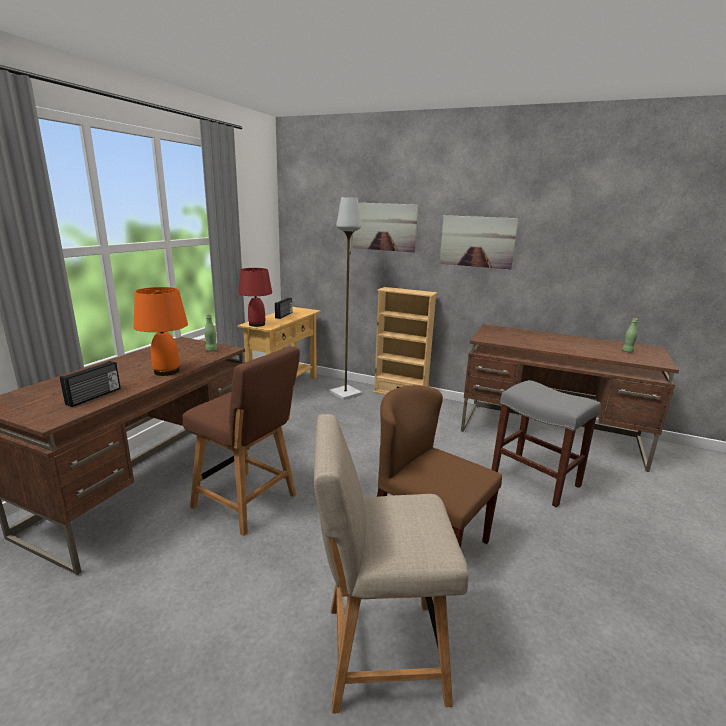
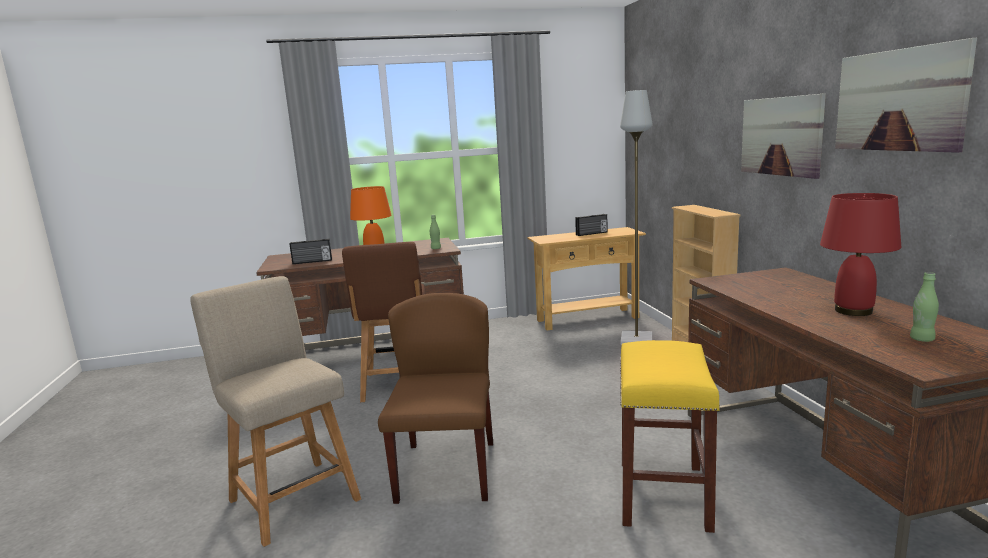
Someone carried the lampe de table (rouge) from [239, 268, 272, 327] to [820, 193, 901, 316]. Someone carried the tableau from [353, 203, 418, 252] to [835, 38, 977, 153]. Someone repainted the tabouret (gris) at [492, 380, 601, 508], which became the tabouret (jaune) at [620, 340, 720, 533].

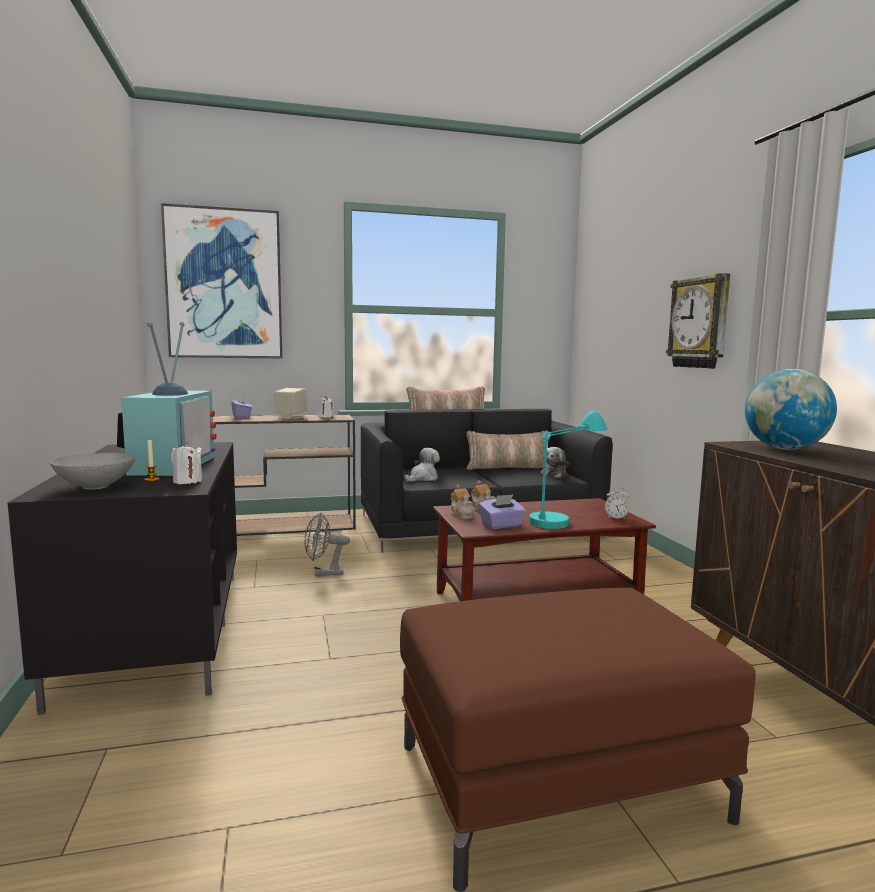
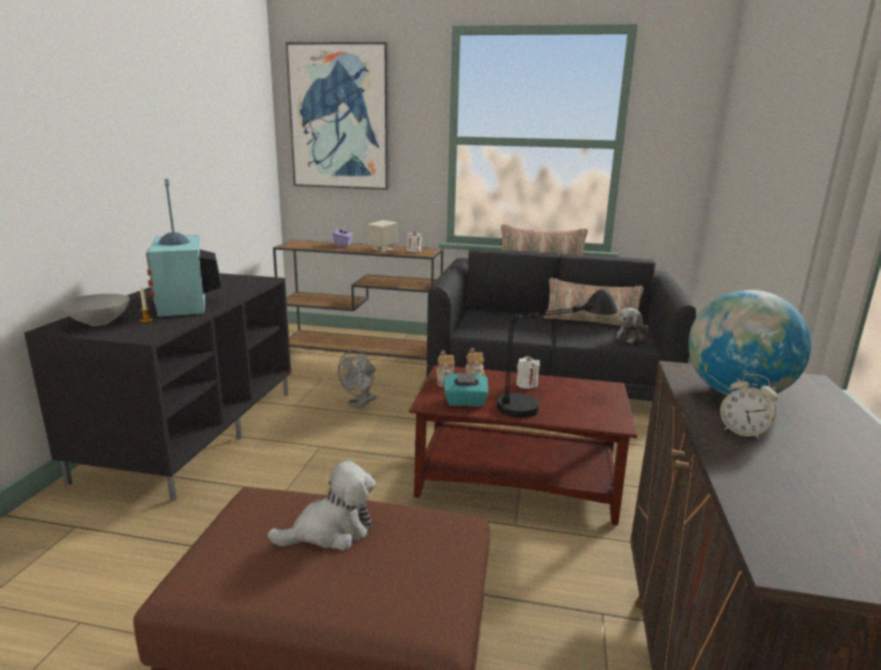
Someone took away the horloge murale at [666, 273, 730, 369]. Someone carried the bougie (blanc) from [171, 442, 202, 484] to [516, 356, 540, 389]. Someone carried the peluche from [404, 448, 440, 482] to [267, 460, 376, 551]. Someone carried the réveil from [605, 487, 629, 519] to [720, 374, 779, 441]. Someone repainted the boîte à mouchoirs (violet) at [479, 494, 526, 529], which became the boîte à mouchoirs (turquoise) at [444, 372, 489, 407]. Someone repainted the lampe de table (turquoise) at [529, 411, 608, 529], which became the lampe de table (noir) at [497, 289, 618, 418]. Someone rotated the téléviseur at [117, 322, 217, 476] by 135 degrees clockwise. Someone rotated the ventilateur (gris) at [304, 512, 350, 576] by 75 degrees counterclockwise.

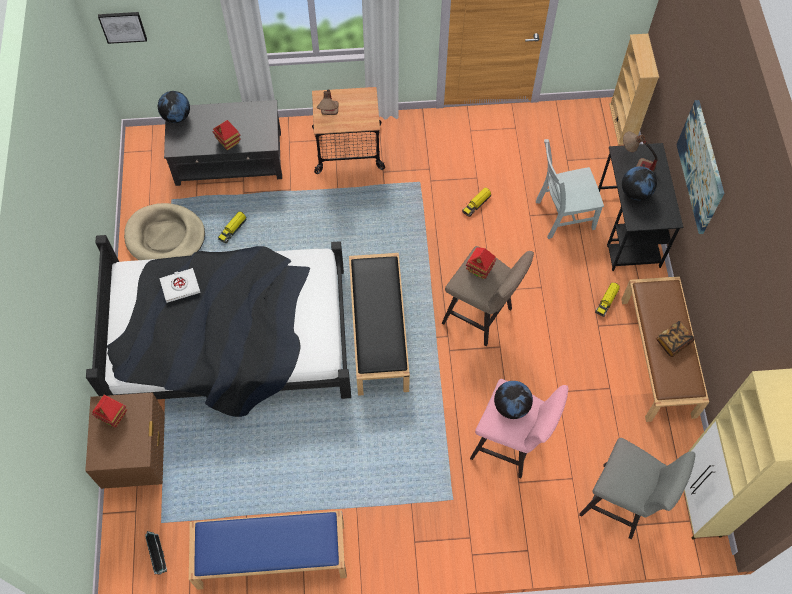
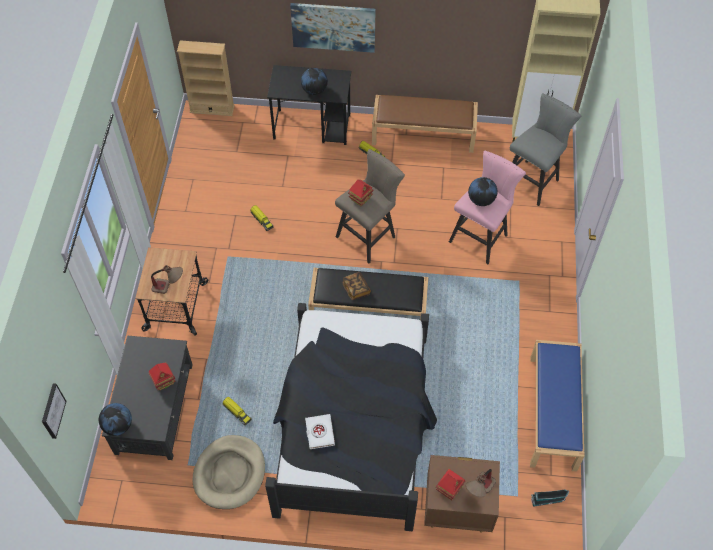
Someone took away the chaise (gris) at [536, 139, 604, 239]. Someone carried the lampe de table from [623, 131, 657, 172] to [466, 469, 496, 497]. Someone carried the livre from [656, 321, 694, 357] to [342, 272, 371, 300].

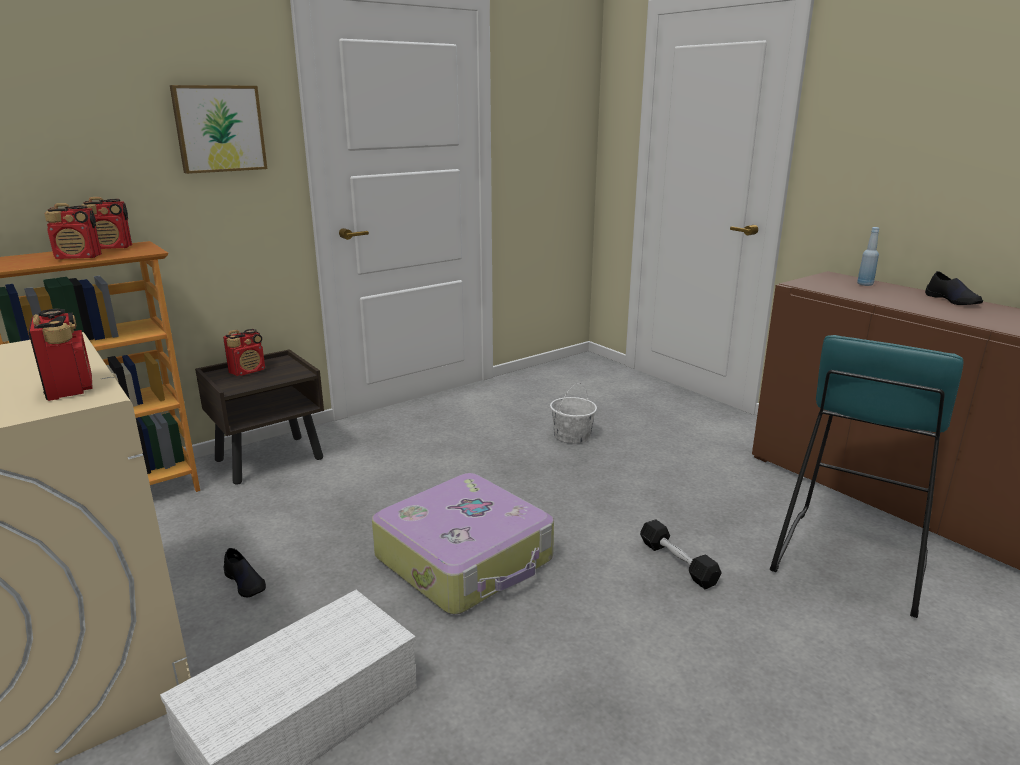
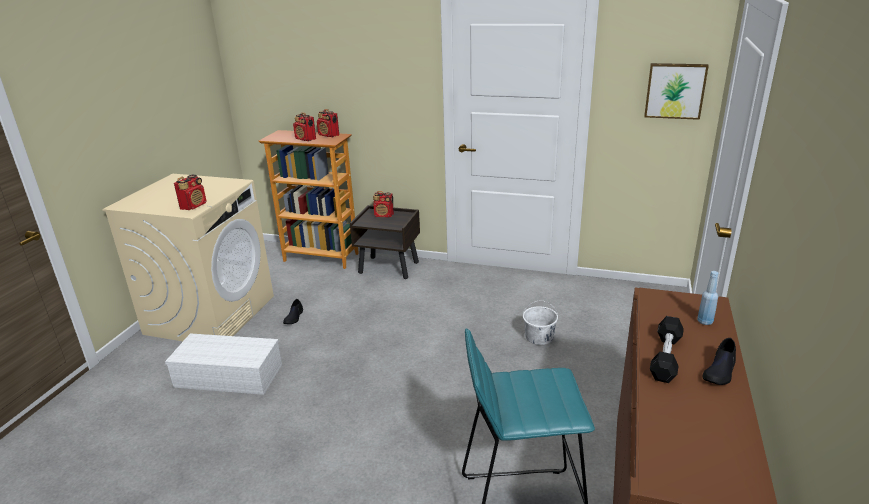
Someone took away the valise at [372, 473, 554, 614]. Someone carried the tableau from [170, 85, 267, 174] to [644, 63, 709, 120]. Someone carried the haltère (noir) from [640, 519, 722, 589] to [650, 316, 684, 383].

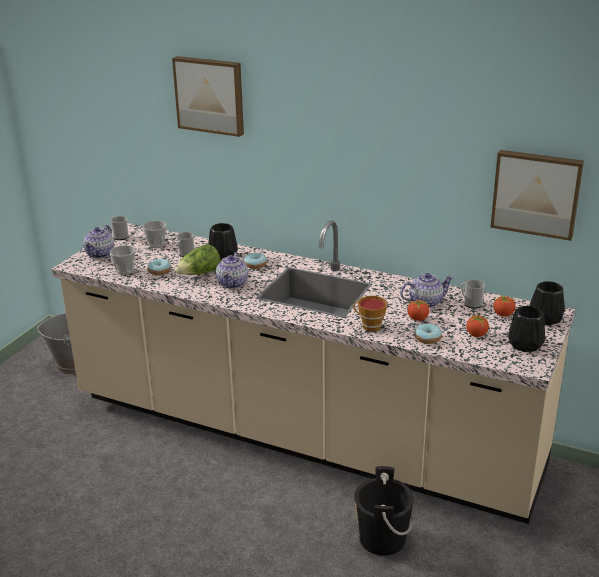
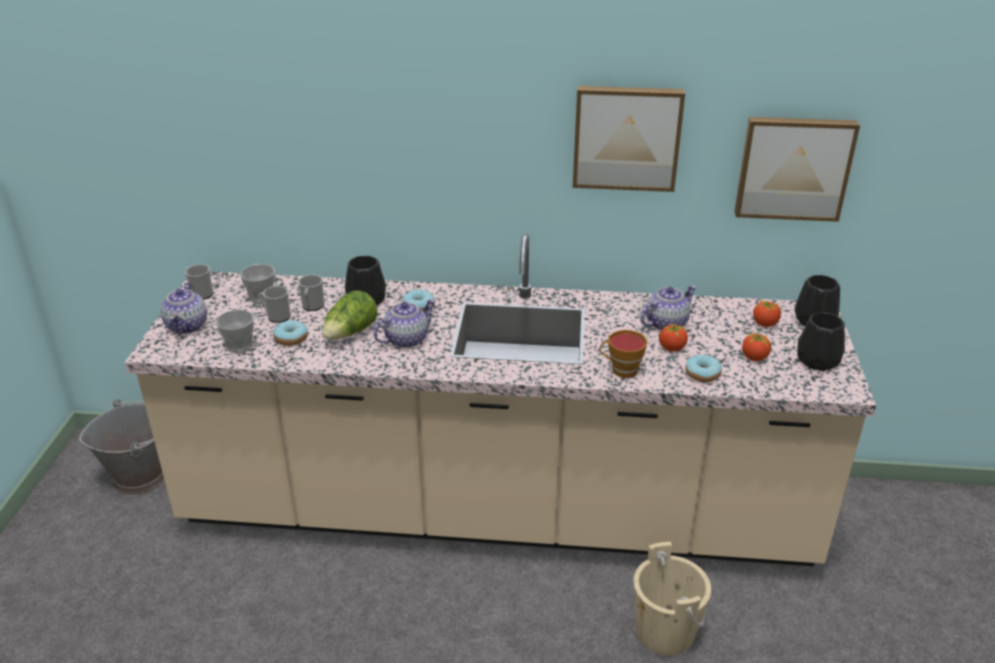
Someone carried the tableau from [172, 56, 244, 137] to [573, 86, 685, 192]. Someone carried the mug from [460, 280, 485, 309] to [258, 286, 291, 323]. Someone repainted the seau (noir) at [354, 466, 414, 556], which became the seau (beige) at [634, 542, 711, 655]. Someone rotated the théière at [216, 252, 248, 289] by 120 degrees counterclockwise.

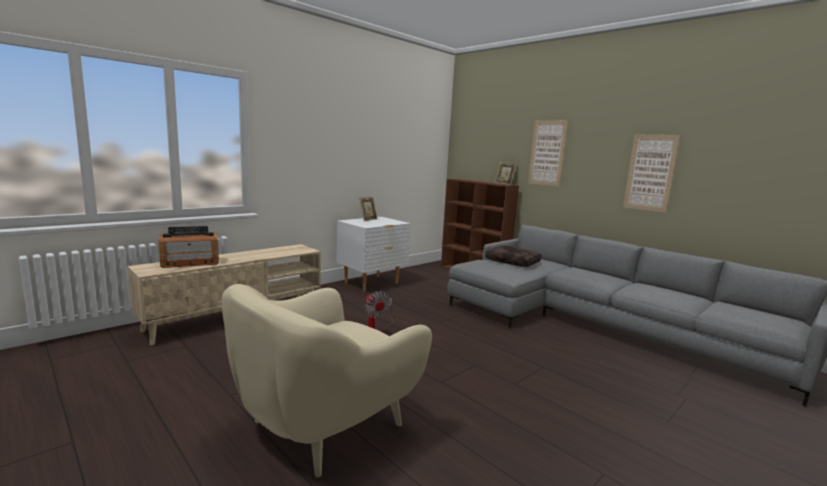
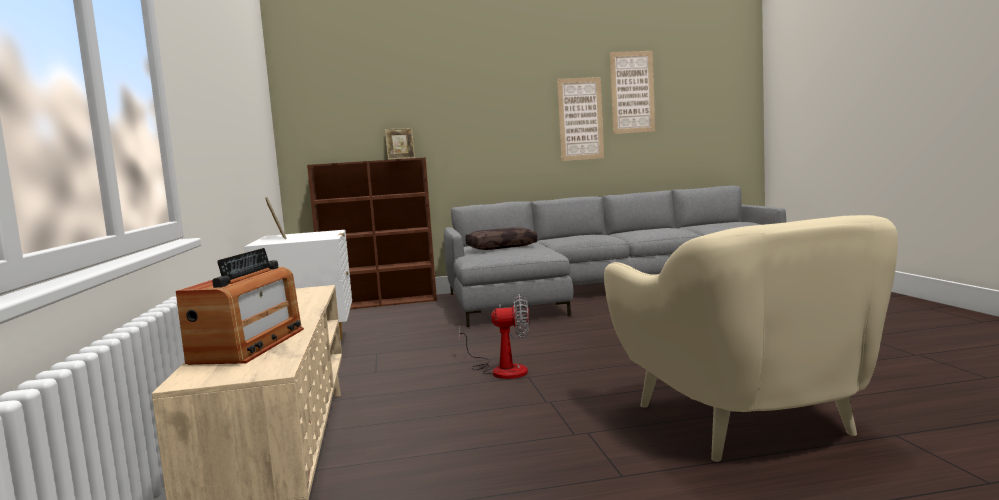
Someone carried the tableau from [528, 120, 568, 186] to [610, 51, 655, 134].

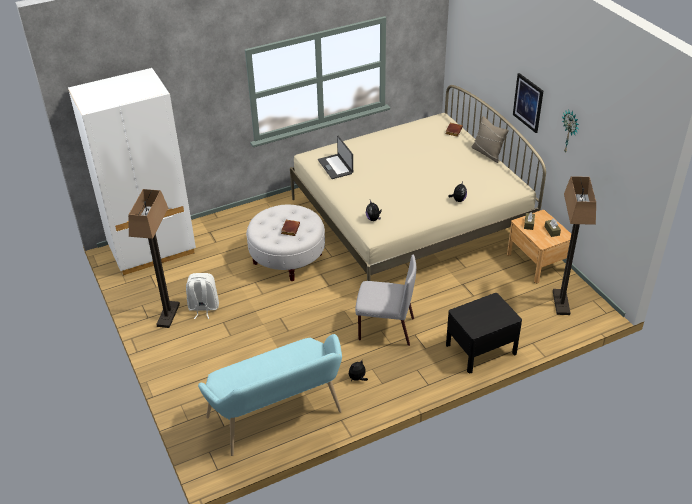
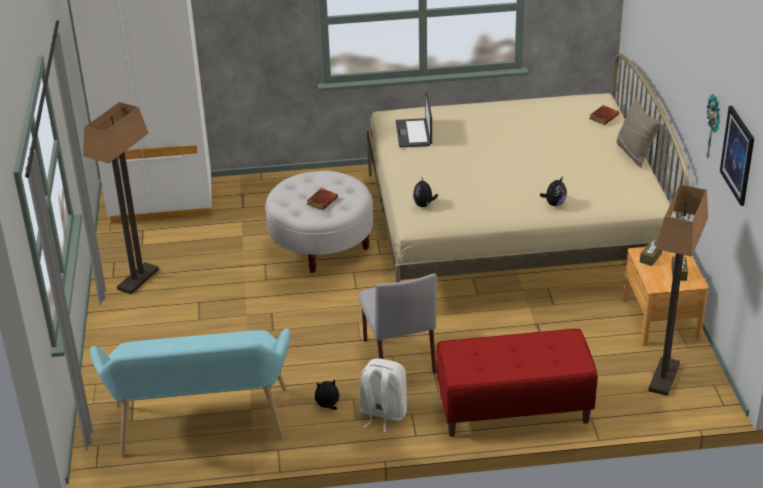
Someone carried the sac à dos (blanc) from [186, 273, 219, 319] to [360, 358, 407, 432]. Someone carried the tableau from [513, 73, 543, 133] to [720, 106, 754, 206]. Someone swapped the table de chevet (noir) at [446, 293, 522, 373] for the banc (rouge) at [436, 329, 598, 437]. Someone rotated the chaise (gris) at [355, 254, 416, 346] by 45 degrees clockwise.

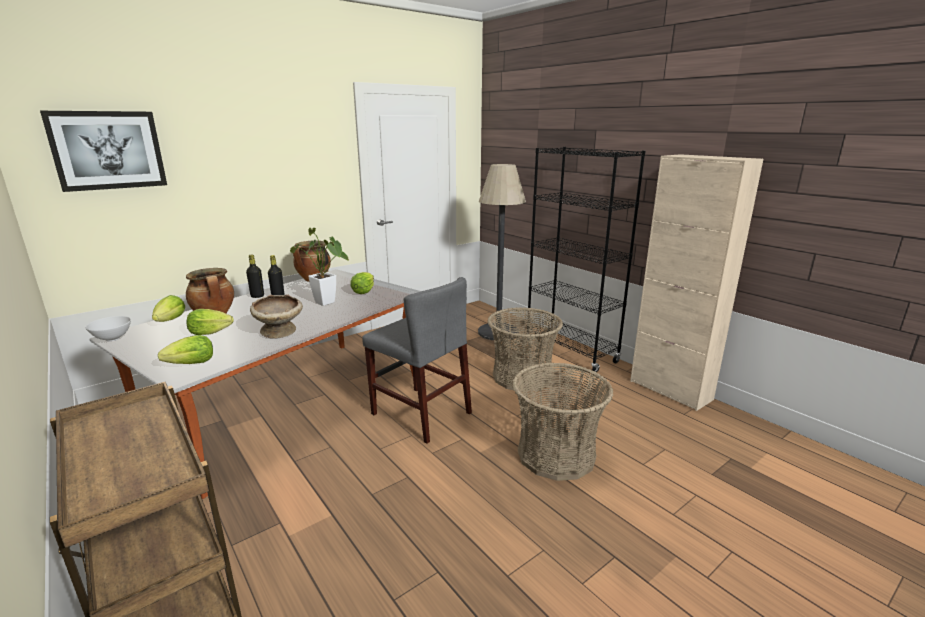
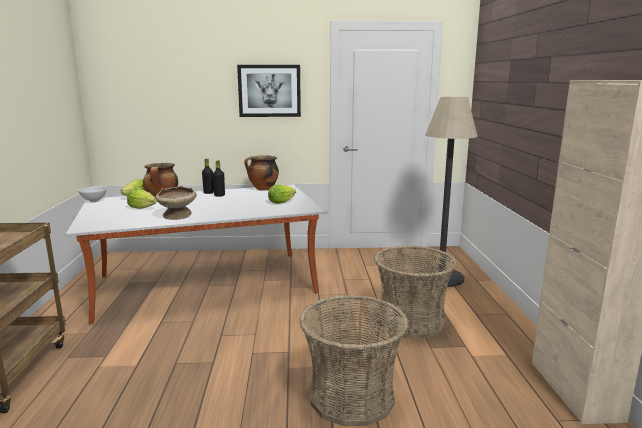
Someone took away the laitue at [158, 335, 213, 364]. Someone took away the plante en pot at [290, 228, 349, 306]. Someone took away the chaise (gris) at [362, 277, 472, 444]. Someone took away the bibliothèque (noir) at [526, 147, 646, 372]. Someone carried the tableau from [40, 111, 167, 192] to [237, 65, 301, 117].

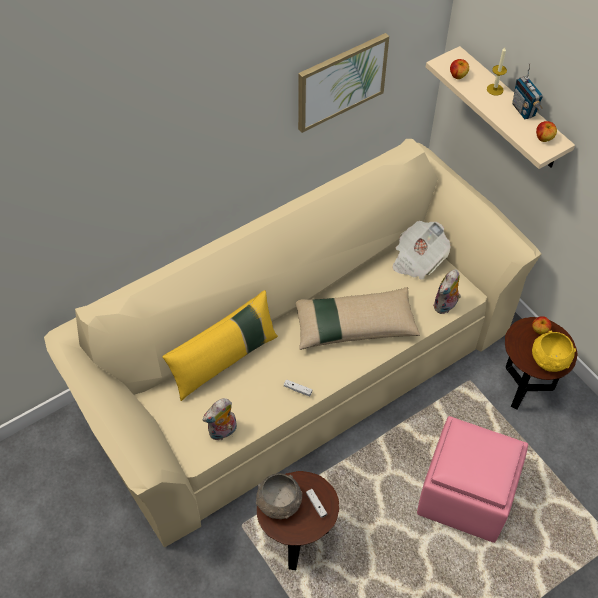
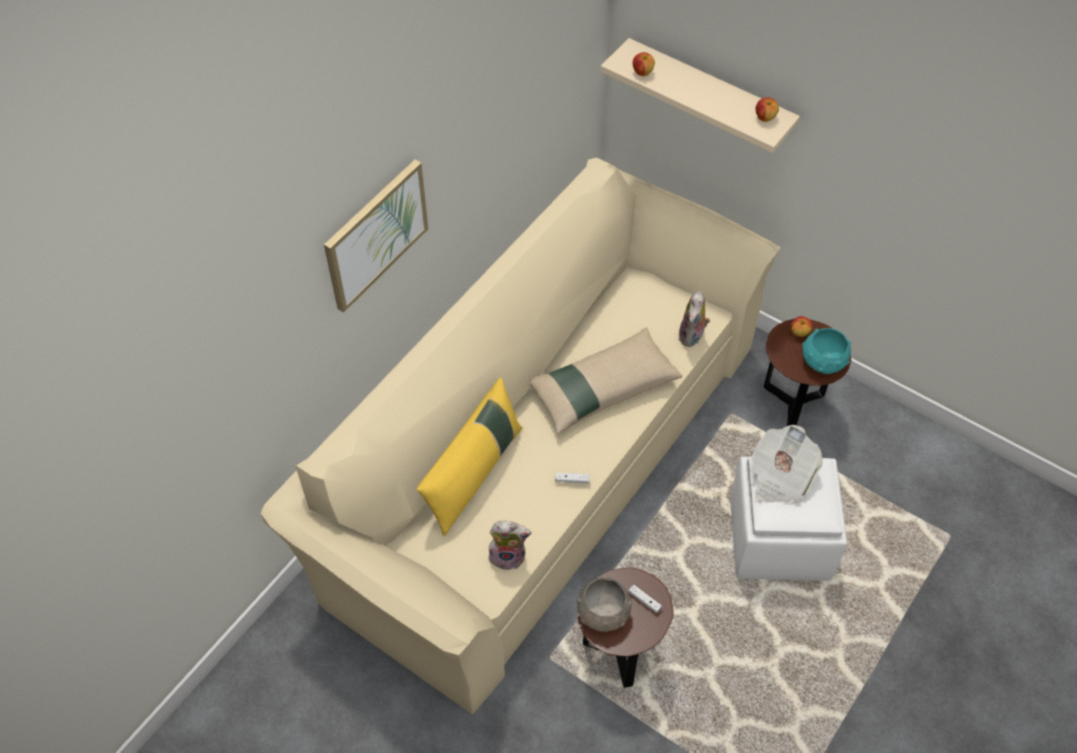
Someone took away the bougie at [487, 47, 507, 96]. Someone took away the radio at [512, 63, 543, 119]. Someone carried the tableau from [298, 33, 389, 133] to [324, 160, 428, 313]. Someone carried the journal from [392, 221, 451, 280] to [751, 425, 823, 503]. Someone repainted the pouf (rose) at [417, 416, 528, 543], which became the pouf (blanc) at [731, 457, 847, 581]. Someone repainted the bol (jaune) at [532, 331, 576, 372], which became the bol (turquoise) at [802, 328, 851, 374]. Someone rotated the peluche at [203, 398, 237, 440] by 120 degrees counterclockwise.

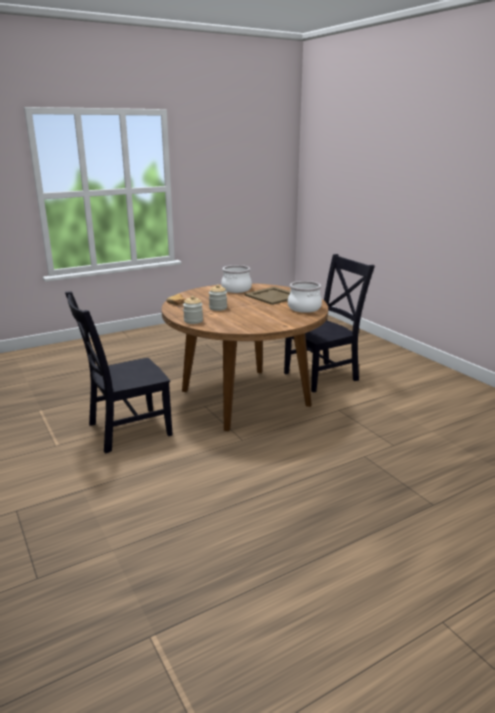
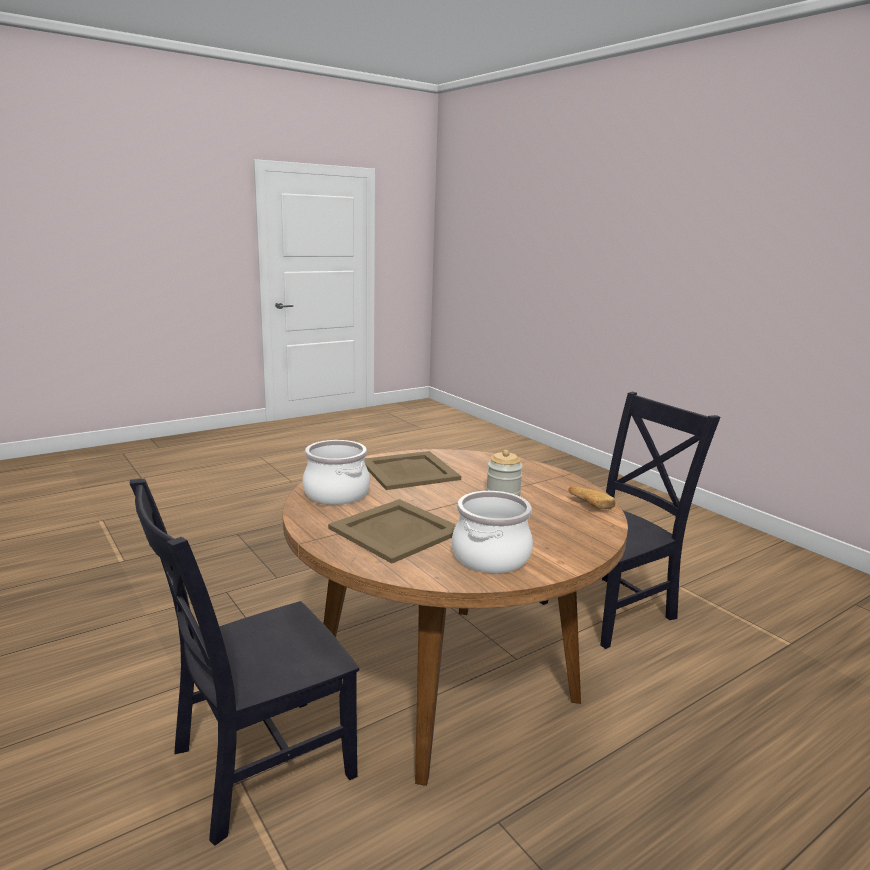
Someone took away the bocal at [183, 296, 203, 324]. Someone put down the plateau (beige) at [364, 451, 461, 490].

